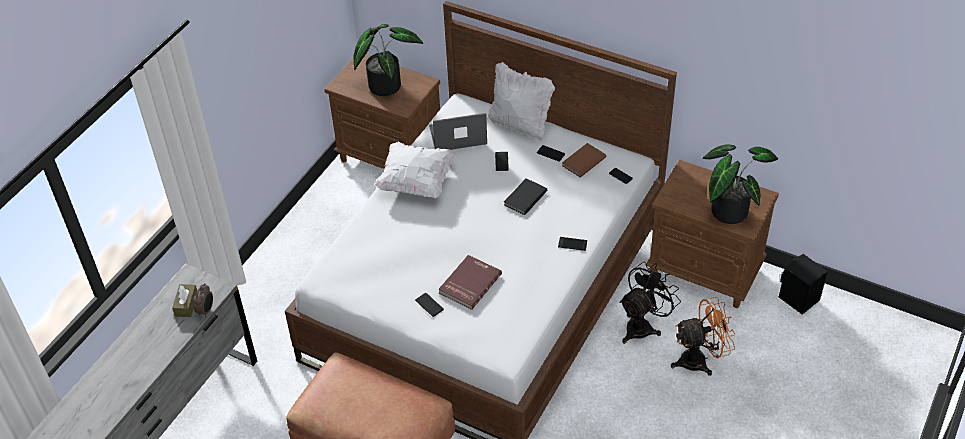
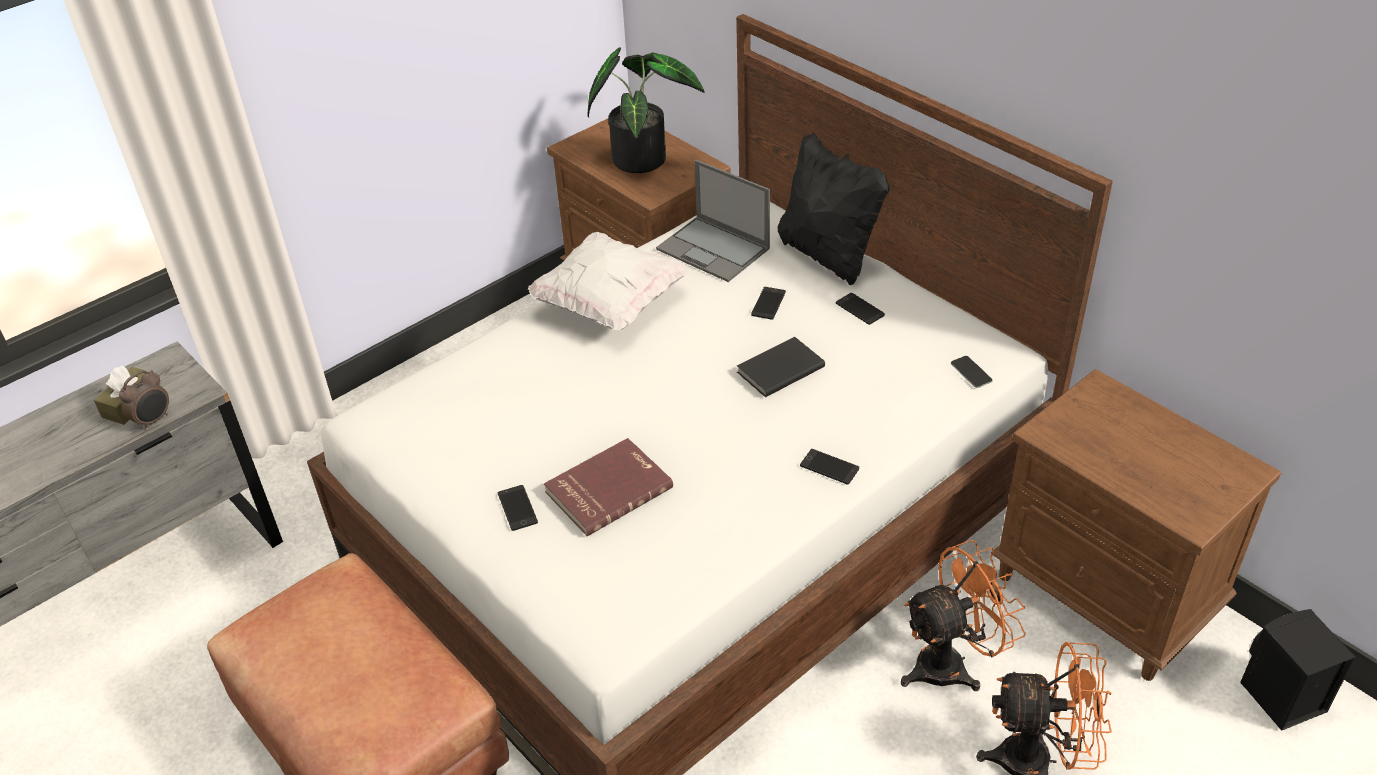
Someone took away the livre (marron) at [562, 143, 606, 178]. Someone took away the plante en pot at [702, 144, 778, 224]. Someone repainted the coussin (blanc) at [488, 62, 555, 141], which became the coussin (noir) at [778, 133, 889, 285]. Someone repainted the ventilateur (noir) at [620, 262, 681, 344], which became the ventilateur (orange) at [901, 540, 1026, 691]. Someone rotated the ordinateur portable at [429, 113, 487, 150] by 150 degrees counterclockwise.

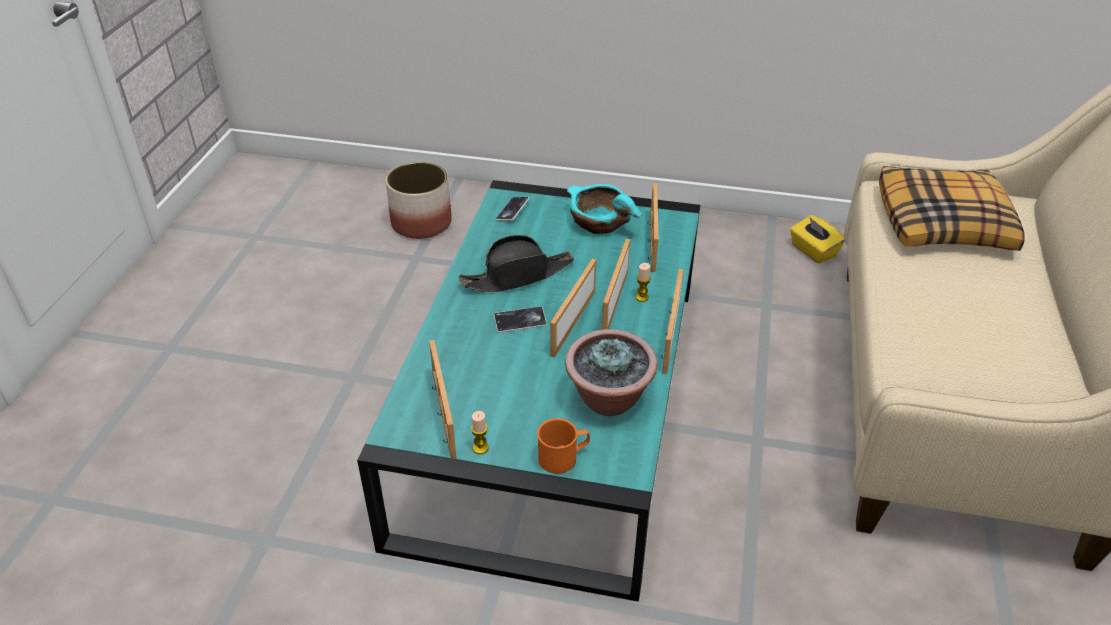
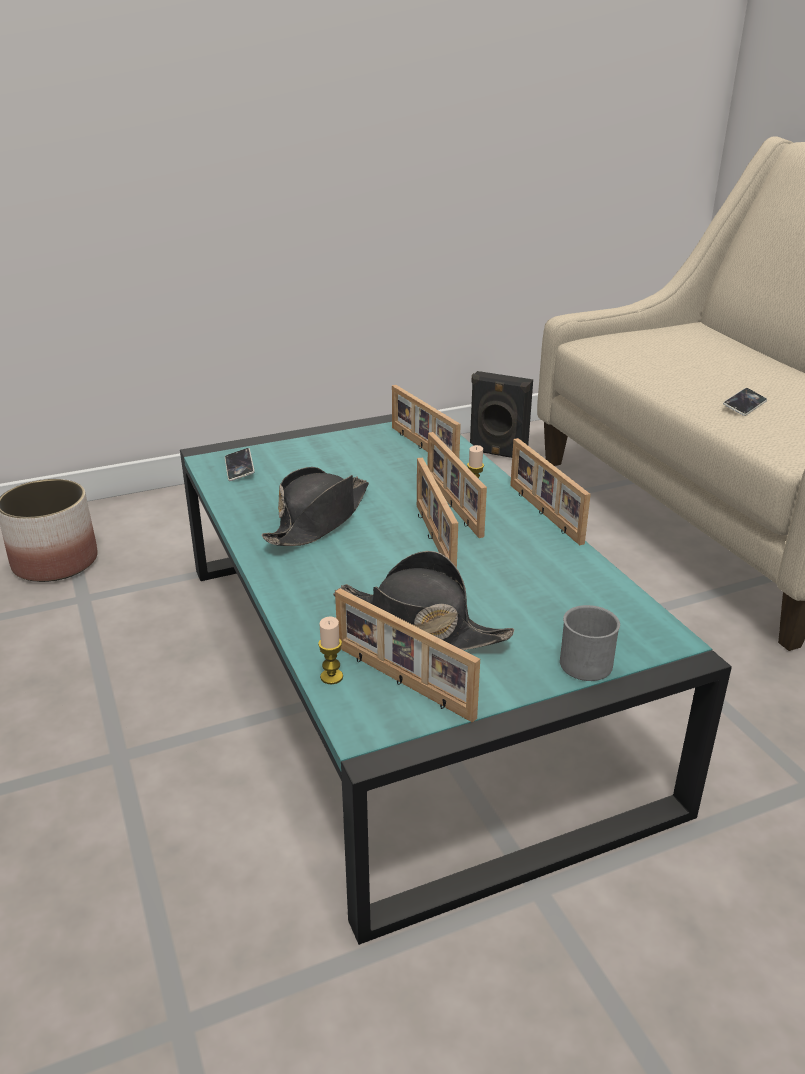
Someone took away the plante en pot at [565, 329, 658, 416]. Someone took away the bol (turquoise) at [567, 184, 642, 234]. Someone took away the coussin at [879, 166, 1025, 251]. Someone put down the chapeau (noir) at [333, 551, 514, 650]. Someone carried the bougie from [471, 411, 489, 454] to [318, 617, 343, 684]. Someone carried the téléphone from [494, 306, 547, 333] to [723, 388, 767, 416]. Someone swapped the boîte à mouchoirs (jaune) at [790, 215, 845, 264] for the enceinte (noir) at [470, 371, 533, 458]. Someone repainted the mug (orange) at [537, 418, 590, 474], which became the mug (gris) at [560, 605, 620, 681].

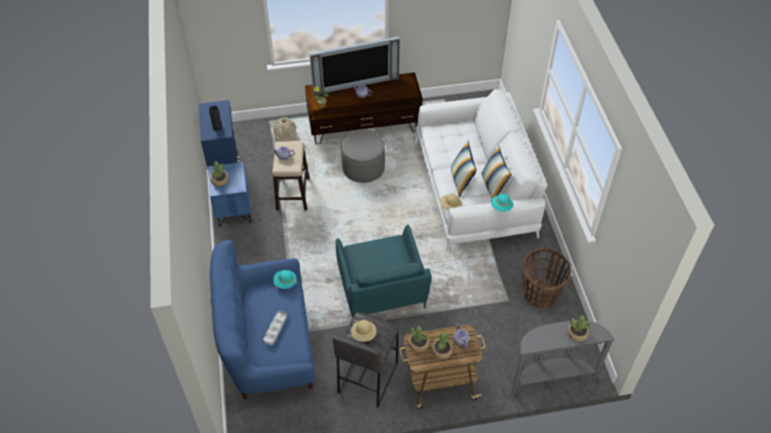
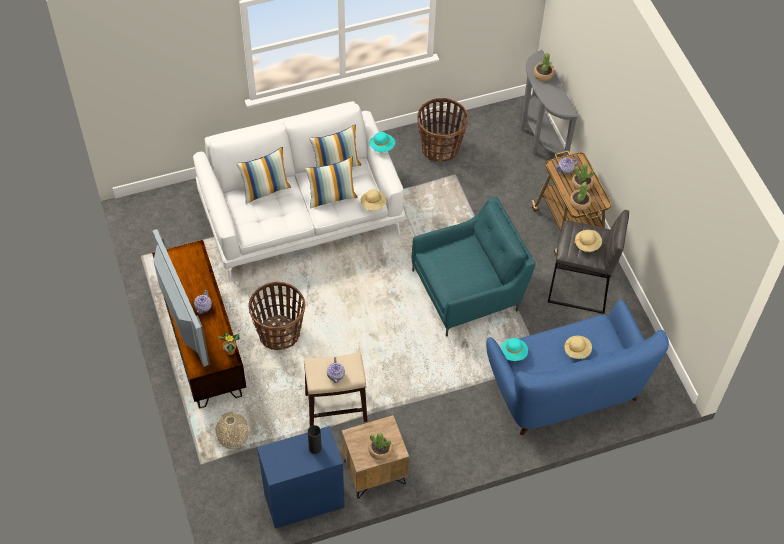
Someone put down the coussin at [236, 147, 291, 204]. Someone swapped the plateau (gris) at [263, 310, 287, 345] for the chapeau (beige) at [564, 336, 592, 359]. Someone swapped the pouf (gris) at [341, 130, 385, 183] for the panier at [248, 282, 305, 350]. Someone repainted the table de chevet (bleu) at [208, 162, 251, 227], which became the table de chevet (marron) at [342, 415, 409, 499].

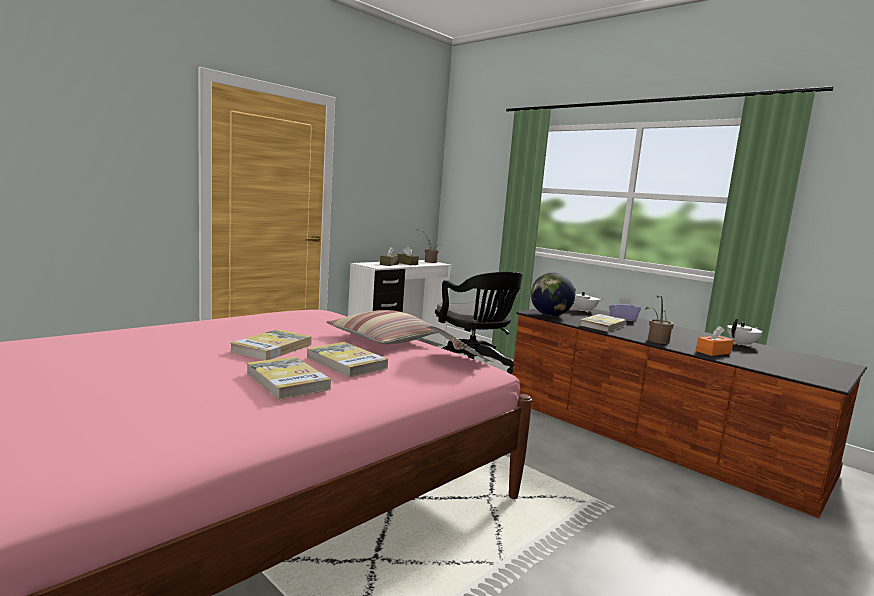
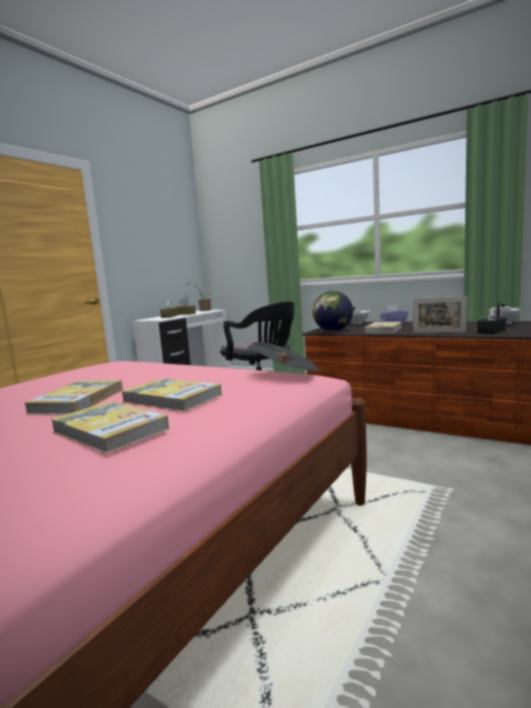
Someone took away the coussin at [327, 310, 446, 344]. Someone swapped the plante en pot at [645, 294, 674, 344] for the cadre photo at [413, 296, 467, 333]. Someone repainted the boîte à mouchoirs (orange) at [696, 326, 734, 356], which became the boîte à mouchoirs (noir) at [477, 307, 506, 334].

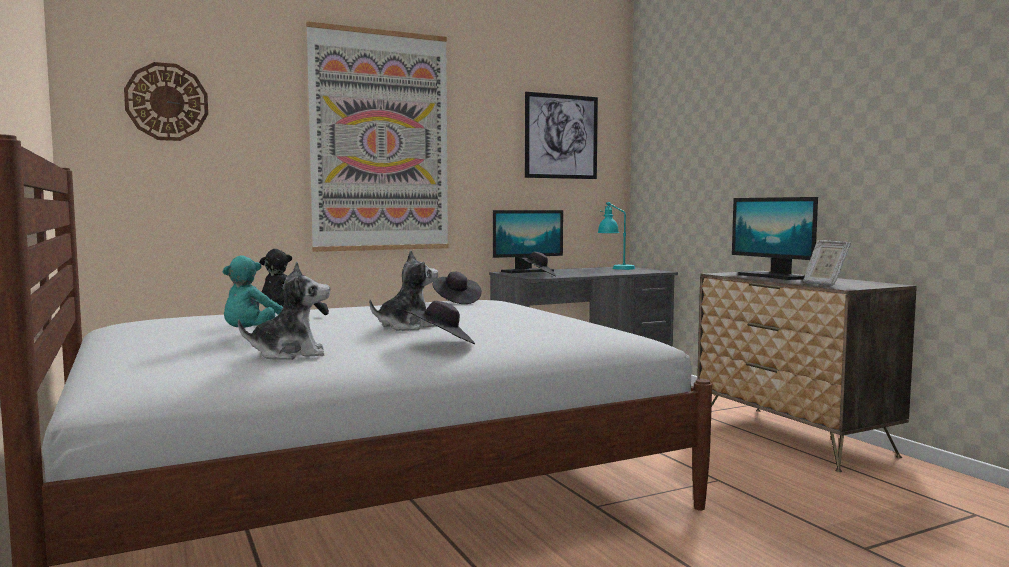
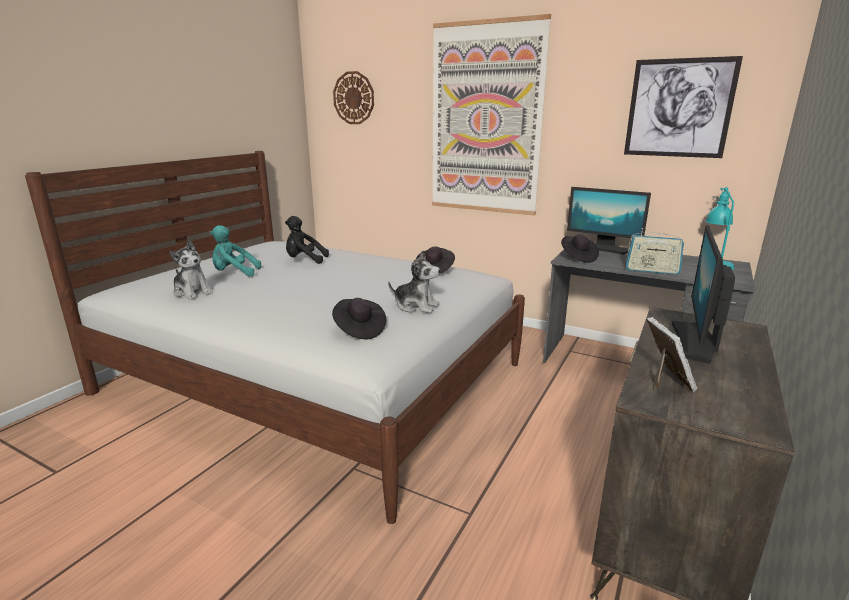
Someone put down the radio at [626, 228, 684, 275]. Someone carried the peluche from [369, 250, 438, 331] to [388, 250, 440, 313]. Someone carried the chapeau (noir) from [405, 301, 475, 344] to [332, 298, 386, 339]. Someone rotated the cadre photo at [803, 240, 851, 285] by 150 degrees clockwise.

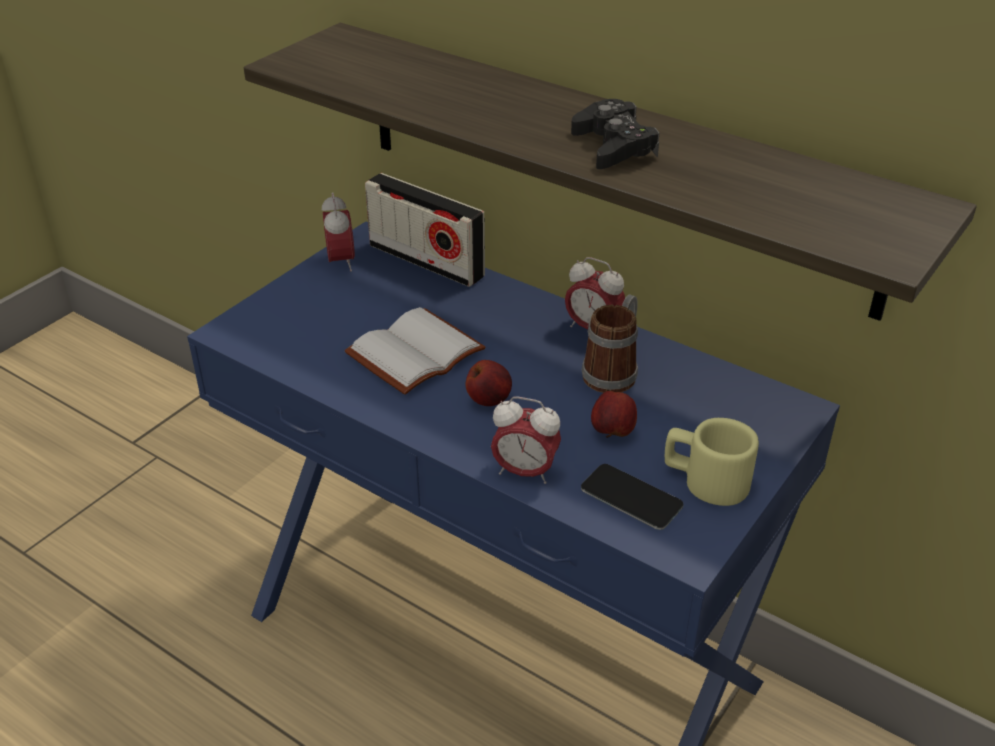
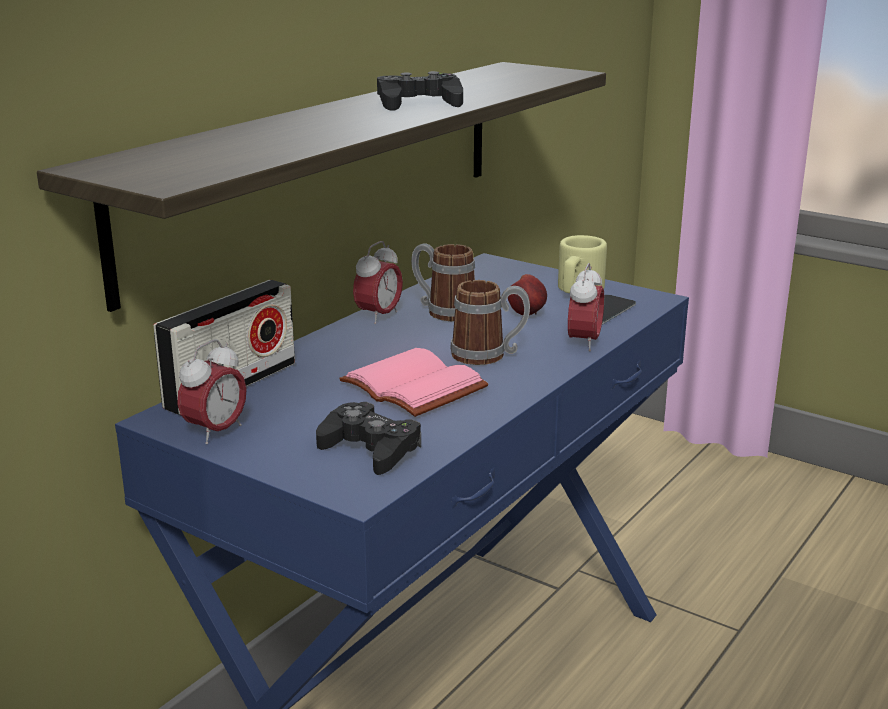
Someone put down the manette (noir) at [316, 402, 421, 475]. Someone swapped the pomme at [466, 360, 512, 406] for the mug at [450, 280, 530, 365]. Someone repainted the livre (blanc) at [345, 307, 485, 395], which became the livre (rose) at [339, 348, 488, 417]. Someone rotated the réveil at [322, 192, 355, 272] by 135 degrees clockwise.

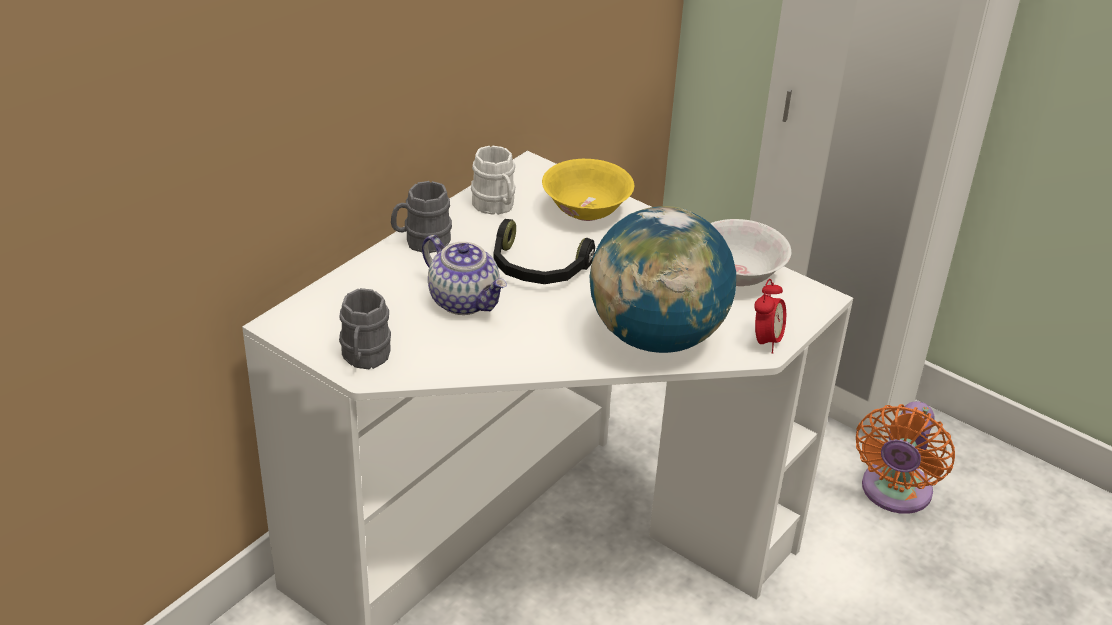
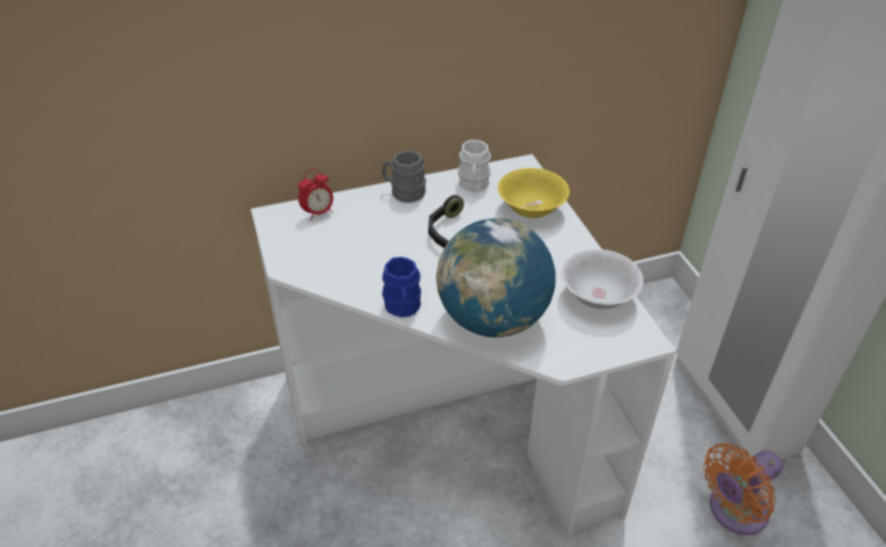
Someone took away the mug (gris) at [339, 288, 391, 369]. Someone took away the théière at [422, 235, 507, 315]. Someone put down the mug (bleu) at [382, 257, 421, 317]. Someone carried the réveil from [754, 279, 786, 354] to [298, 169, 333, 221].

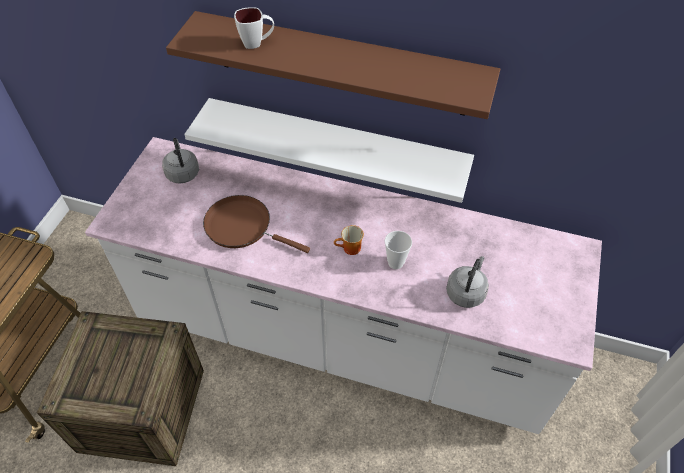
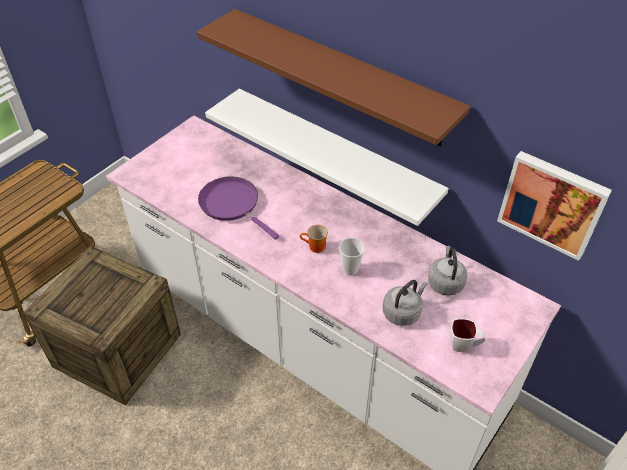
Someone put up the tableau at [497, 151, 612, 261]. Someone carried the bouilloire (gris) from [162, 138, 199, 183] to [428, 246, 467, 296]. Someone carried the mug (blanc) from [234, 7, 274, 49] to [450, 318, 486, 352]. Someone repainted the poêle (marron) at [203, 195, 310, 253], which became the poêle (violet) at [198, 177, 279, 240].

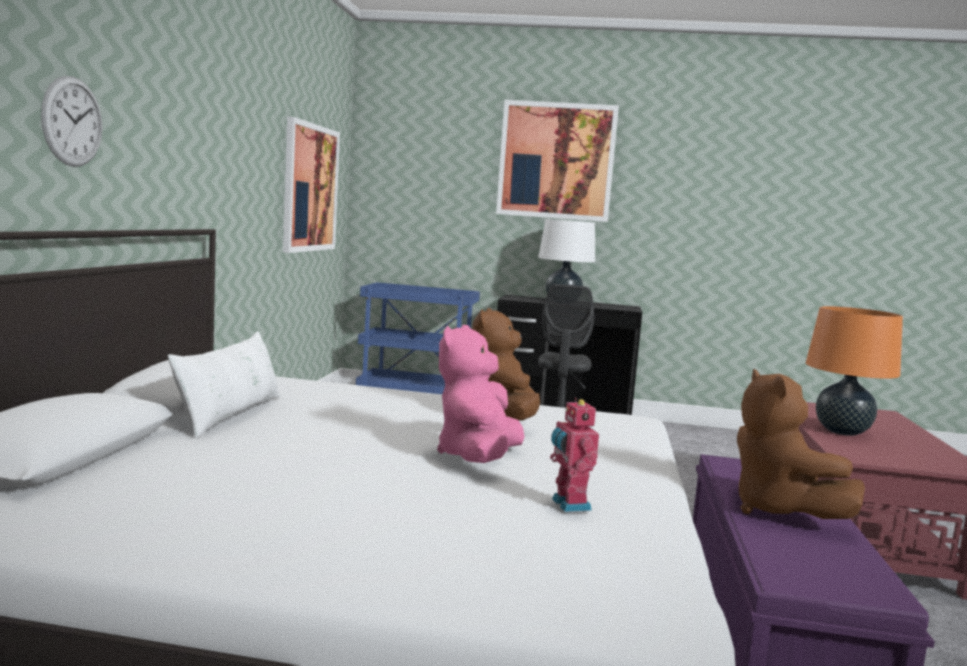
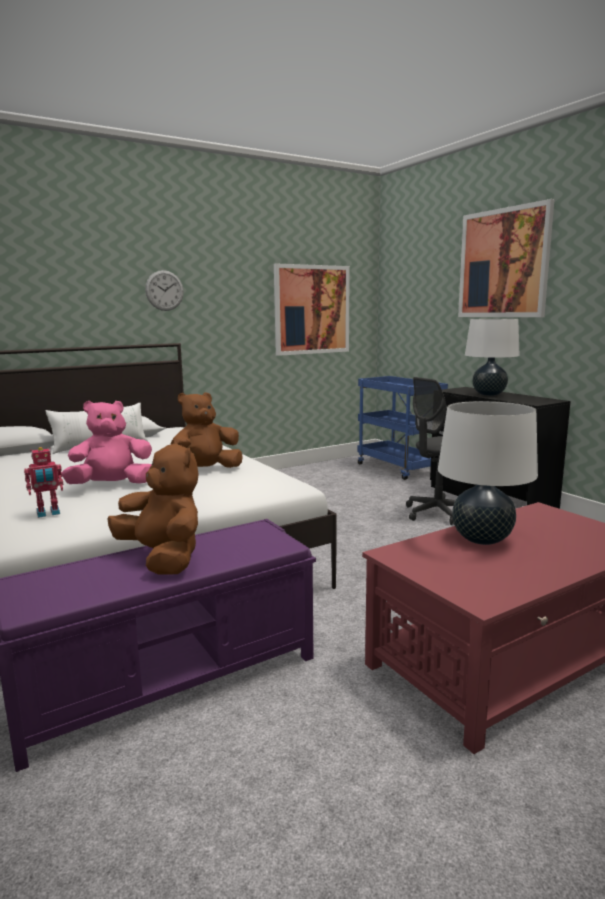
Someone carried the horloge murale from [41, 76, 103, 167] to [145, 270, 184, 311]. Someone repainted the lampe de table (orange) at [806, 306, 903, 436], which became the lampe de table (blanc) at [438, 401, 538, 545]. Someone rotated the robot jouet at [550, 398, 599, 512] by 150 degrees counterclockwise. Someone rotated the peluche (marron) at [737, 369, 865, 519] by 105 degrees clockwise.

